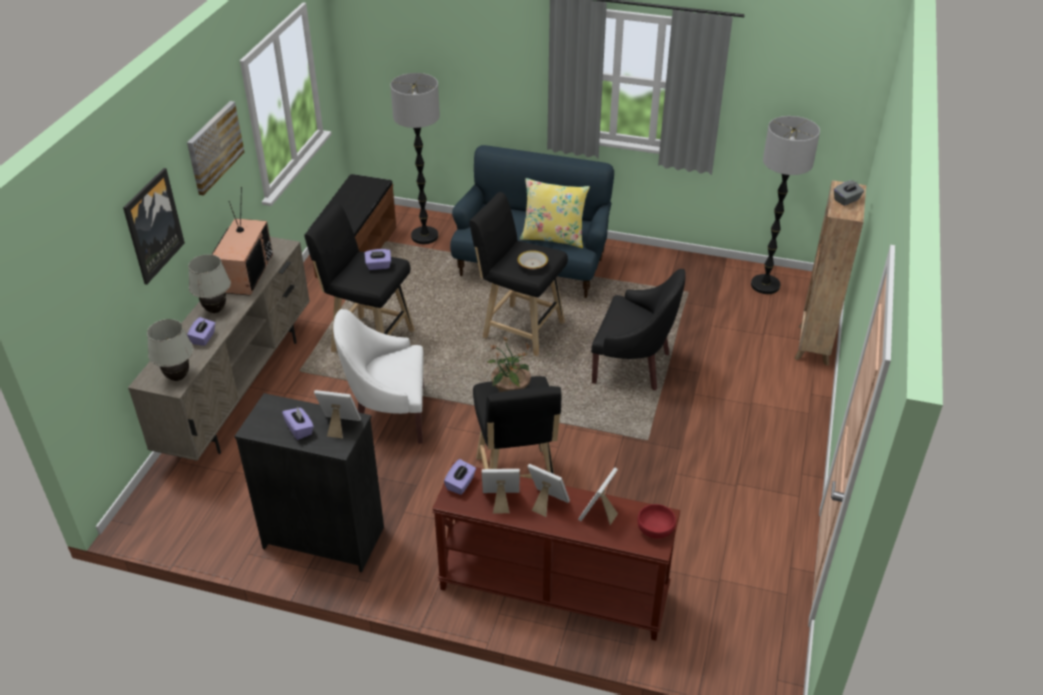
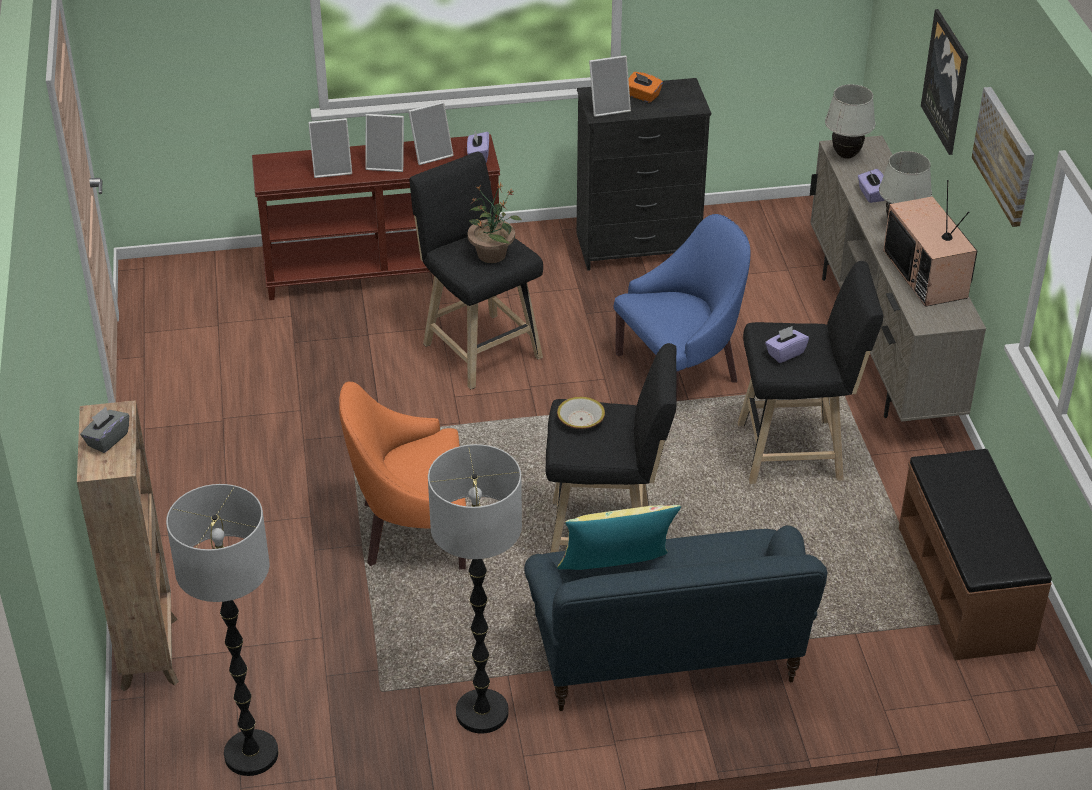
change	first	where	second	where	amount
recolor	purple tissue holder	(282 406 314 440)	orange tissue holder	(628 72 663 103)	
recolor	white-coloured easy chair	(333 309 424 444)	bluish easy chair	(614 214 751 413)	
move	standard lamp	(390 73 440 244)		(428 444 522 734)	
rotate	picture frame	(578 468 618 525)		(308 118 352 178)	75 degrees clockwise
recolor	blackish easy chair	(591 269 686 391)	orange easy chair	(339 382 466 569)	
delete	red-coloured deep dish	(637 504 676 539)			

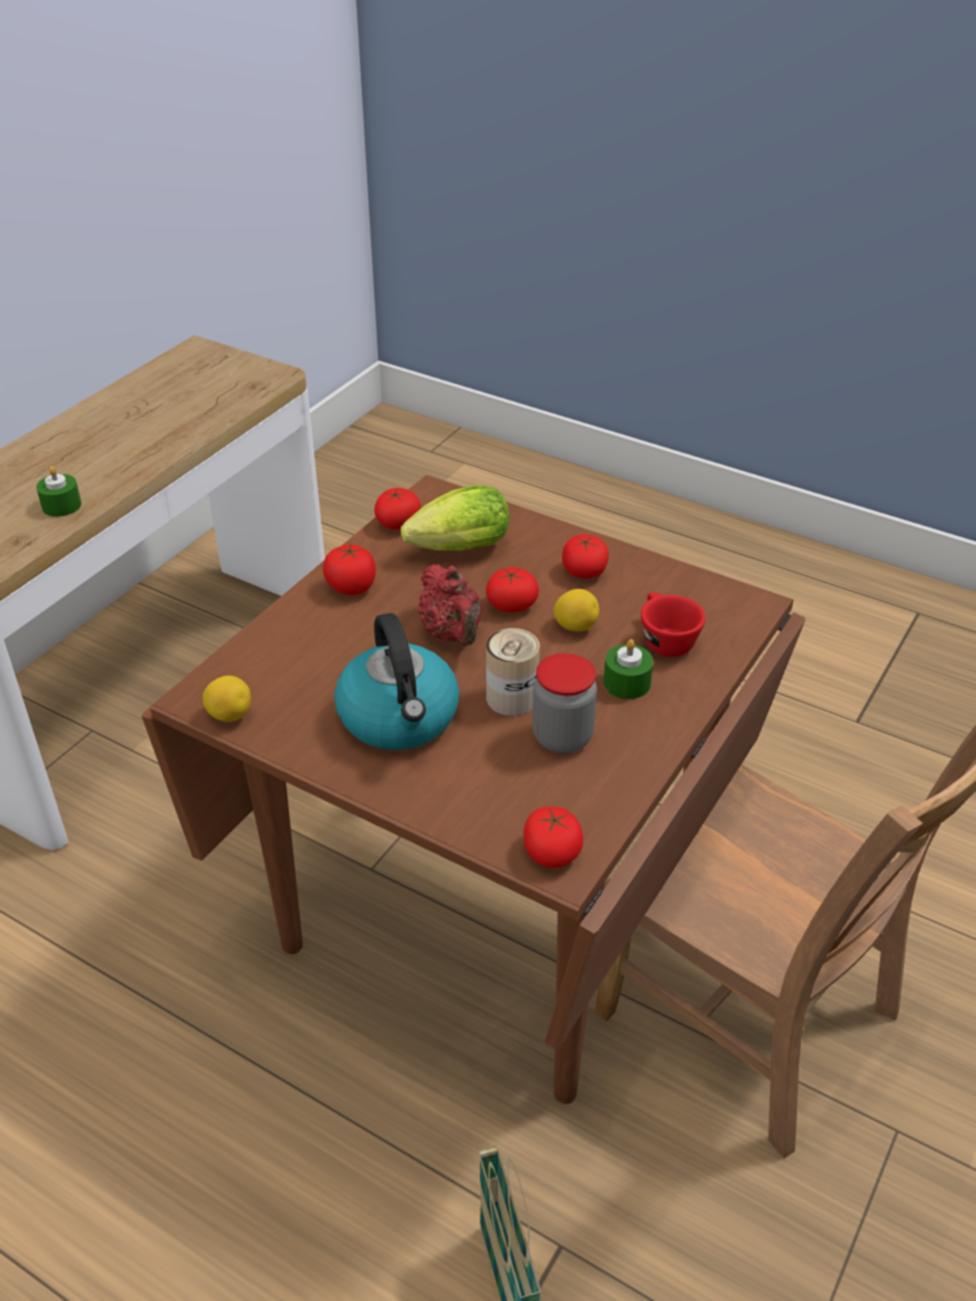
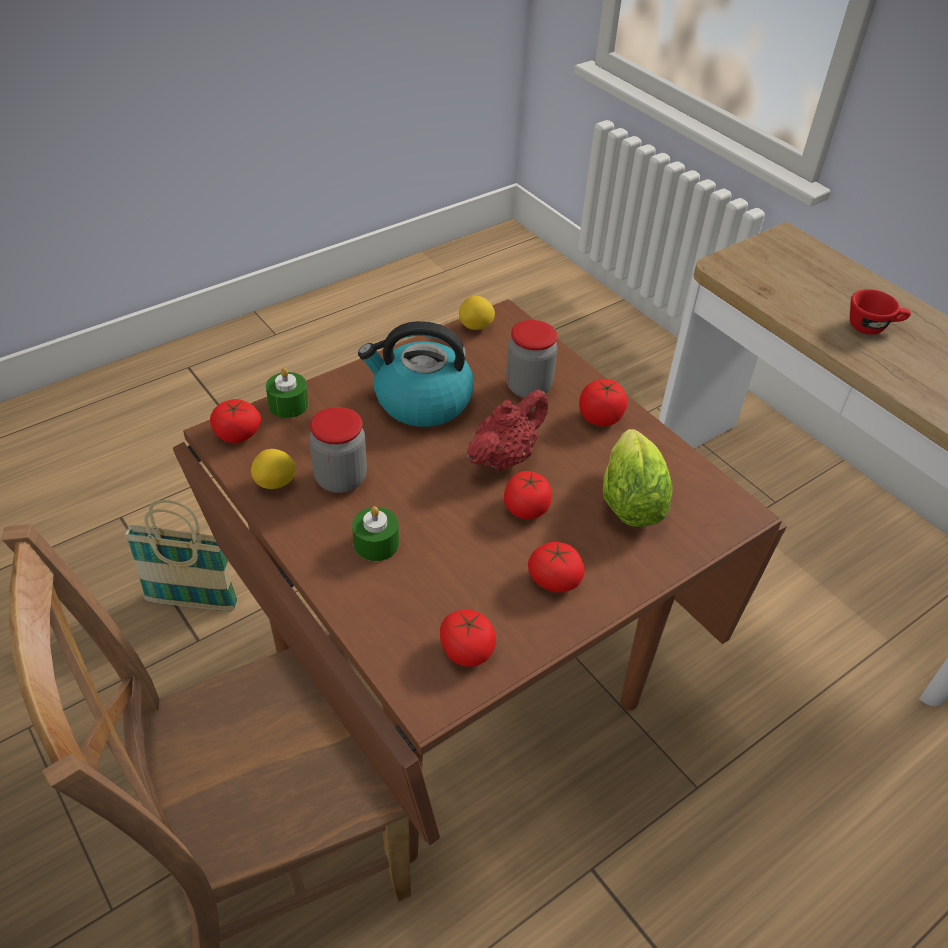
change	first	where	second	where	amount
move	green wax light	(36 466 82 517)		(266 367 309 418)	
move	tomato	(374 488 421 530)		(440 610 496 667)	
rotate	red-coloured pot for tea	(418 564 483 646)		(467 389 548 471)	135 degrees clockwise
delete	sealed can	(486 628 540 716)			
move	whole lemon	(553 589 599 632)		(251 449 296 489)	
move	red-coloured cup	(641 592 705 657)		(850 289 911 335)	
insert			preserve jar	(506 320 558 398)	

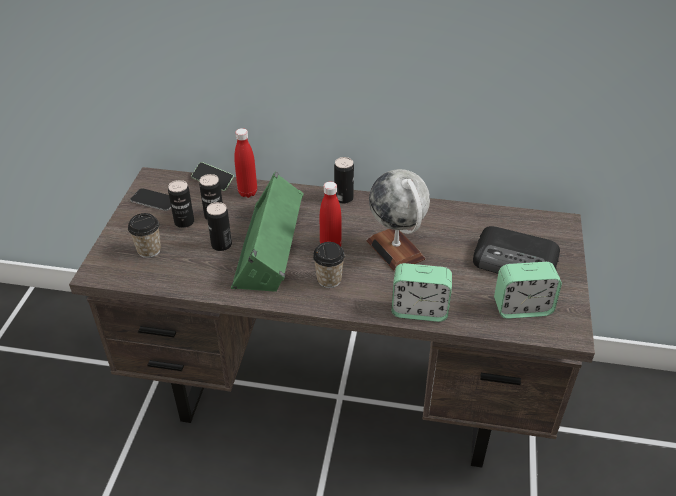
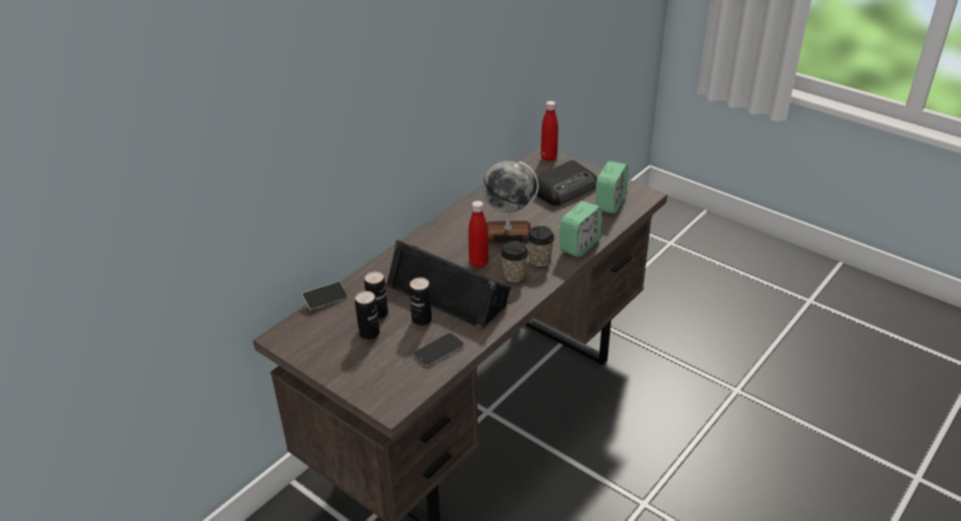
change	first	where	second	where	amount
move	cup	(128 213 161 258)		(527 226 555 266)	
move	telephone	(130 188 171 211)		(414 333 464 366)	
recolor	green audio speaker	(231 171 304 292)	blackish audio speaker	(386 240 511 330)	
move	red-coloured bottle	(234 128 257 198)		(541 101 558 161)	
delete	sealed can	(334 157 354 204)			

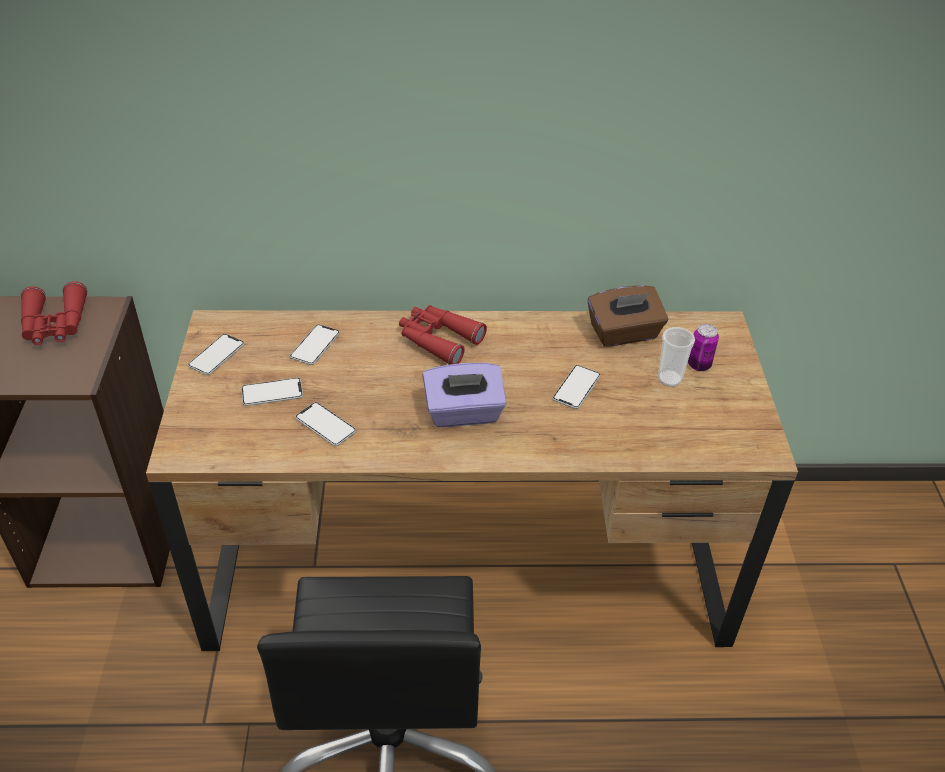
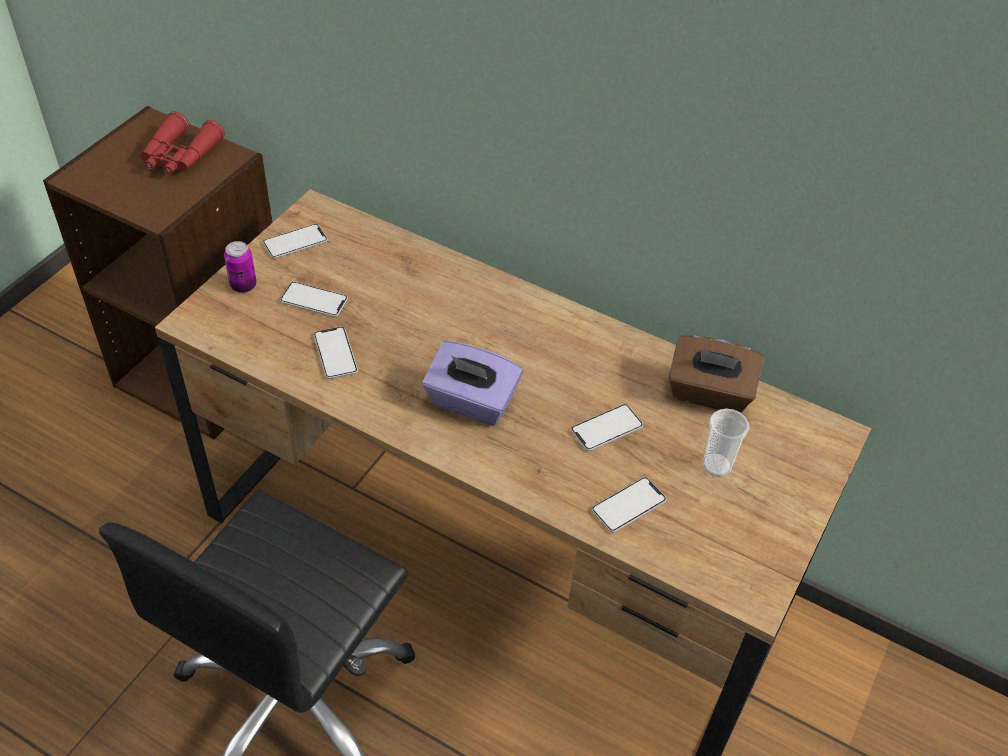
change	first	where	second	where	amount
move	telephone	(290 324 340 365)		(591 477 666 533)	
delete	red-coloured binoculars	(399 305 487 365)			
move	sealed can	(688 324 719 371)		(224 241 257 293)	

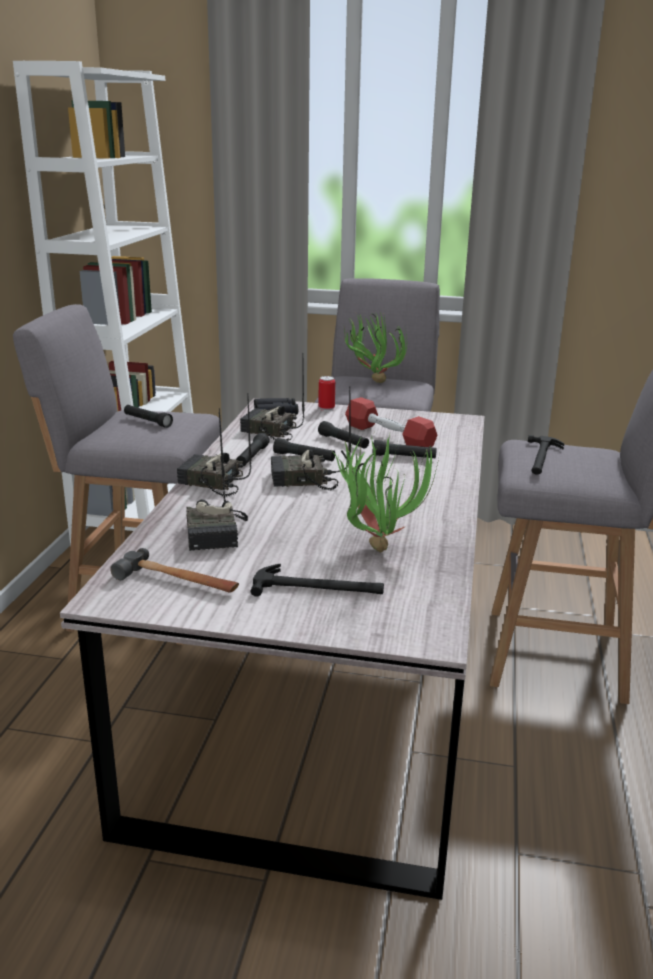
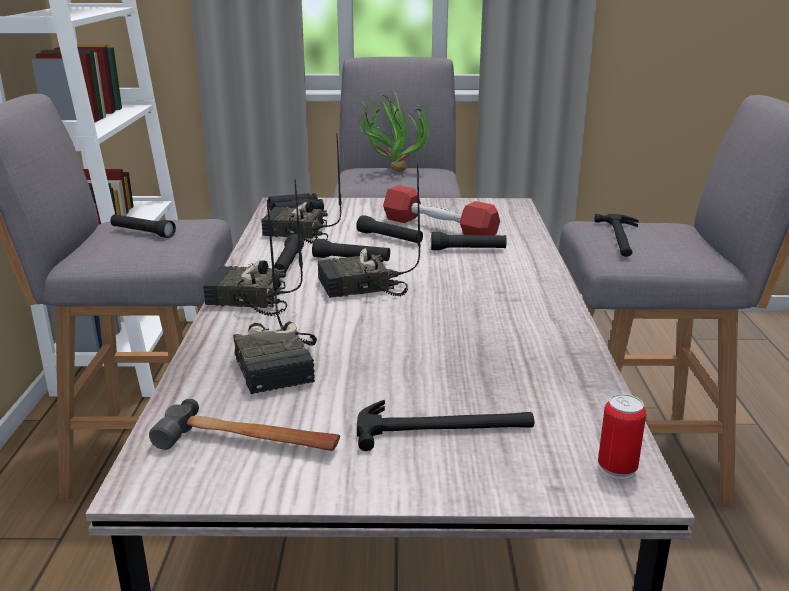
change	first	where	second	where	amount
move	sealed can	(318 376 335 412)		(598 394 646 480)	
delete	potted plant	(332 432 440 552)			

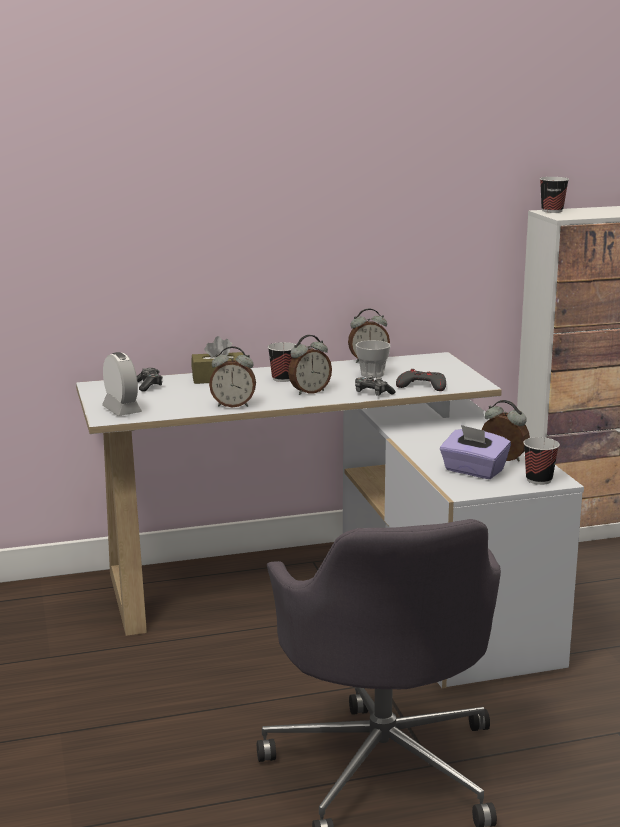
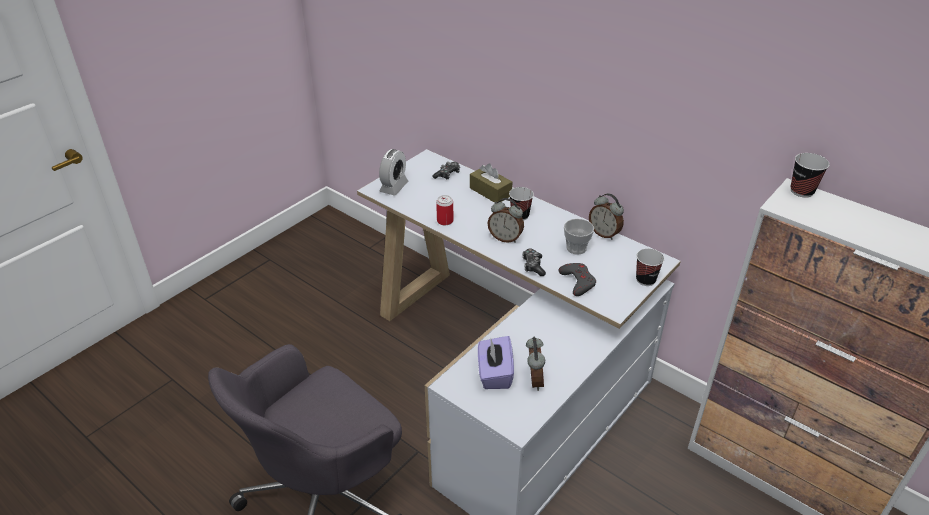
change	first	where	second	where	amount
replace	bedside clock	(209 346 256 407)	sealed can	(436 195 453 225)	
move	cup	(523 437 560 485)		(636 248 665 286)	

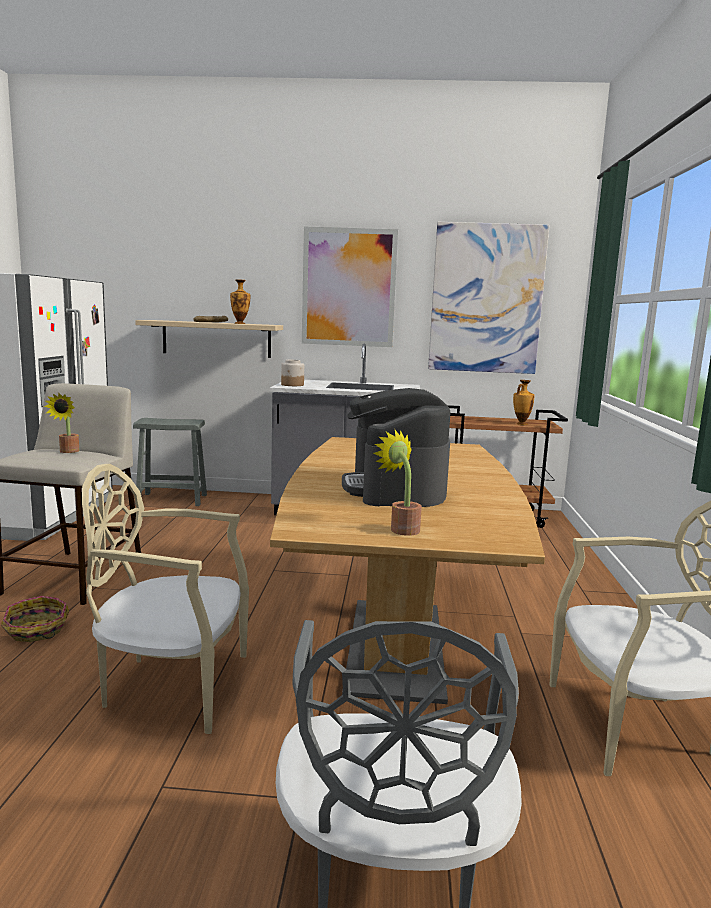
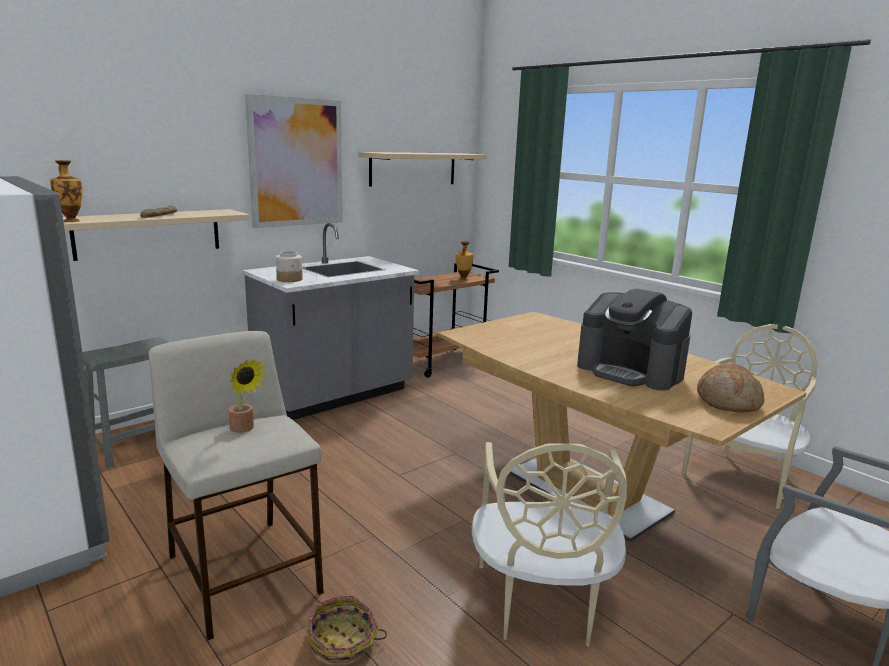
change	first	where	second	where	amount
rotate	sand-coloured plain chair	(82 464 249 734)		(472 442 627 647)	45 degrees counterclockwise
move	decorative vase	(230 279 250 324)		(50 160 83 222)	
replace	potted plant	(373 430 422 536)	bakery bread	(697 364 764 412)	
replace	wall art	(428 222 550 374)	sand-coloured bracket shelf	(359 152 487 186)	

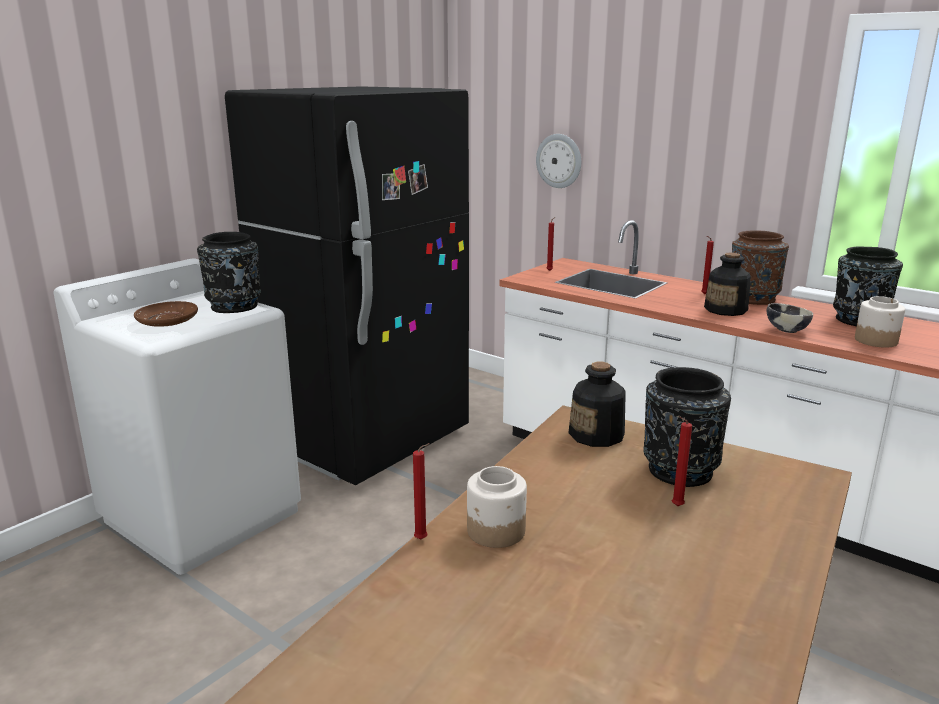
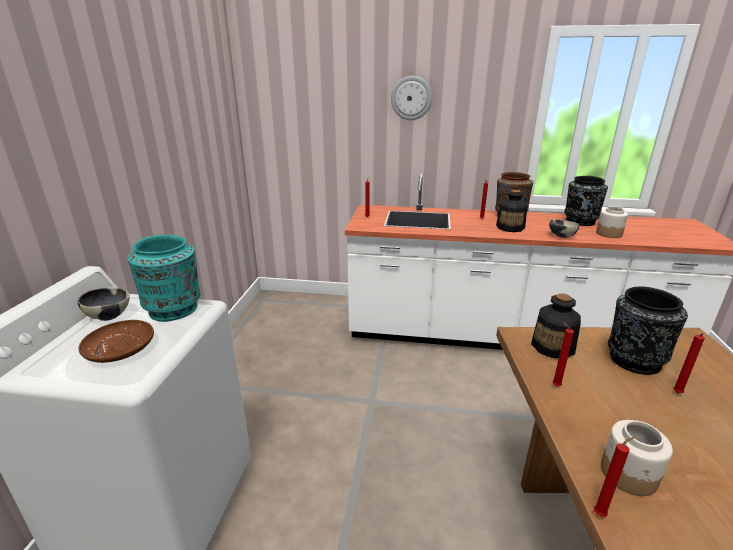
change	first	where	second	where	amount
recolor	blackish decorative vase	(197 232 261 313)	turquoise decorative vase	(128 235 201 322)	
delete	blackish fridge	(225 86 469 486)			
move	clock on the wall	(536 134 581 188)		(391 76 432 120)	
insert			deep dish	(78 287 130 321)	
insert			red-coloured wax light	(552 322 574 386)	

